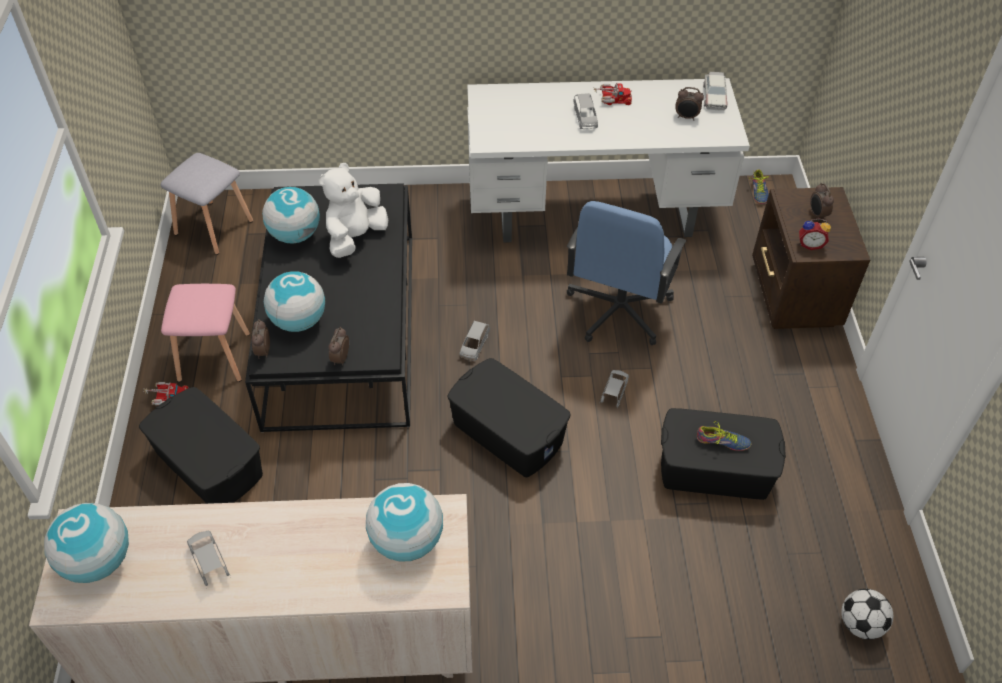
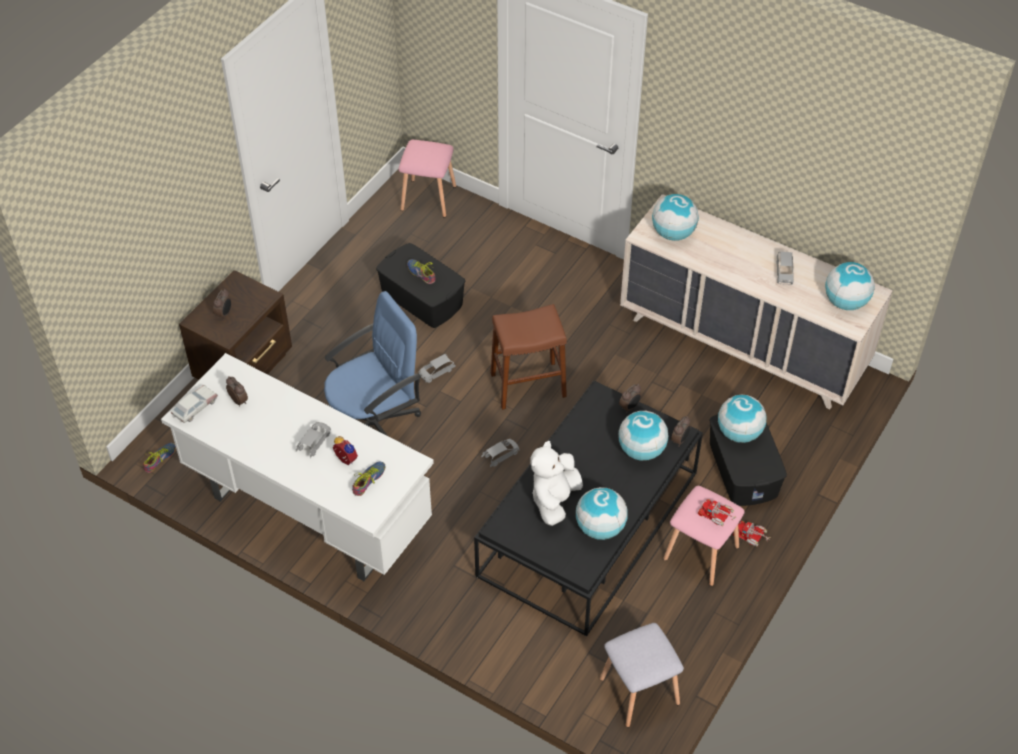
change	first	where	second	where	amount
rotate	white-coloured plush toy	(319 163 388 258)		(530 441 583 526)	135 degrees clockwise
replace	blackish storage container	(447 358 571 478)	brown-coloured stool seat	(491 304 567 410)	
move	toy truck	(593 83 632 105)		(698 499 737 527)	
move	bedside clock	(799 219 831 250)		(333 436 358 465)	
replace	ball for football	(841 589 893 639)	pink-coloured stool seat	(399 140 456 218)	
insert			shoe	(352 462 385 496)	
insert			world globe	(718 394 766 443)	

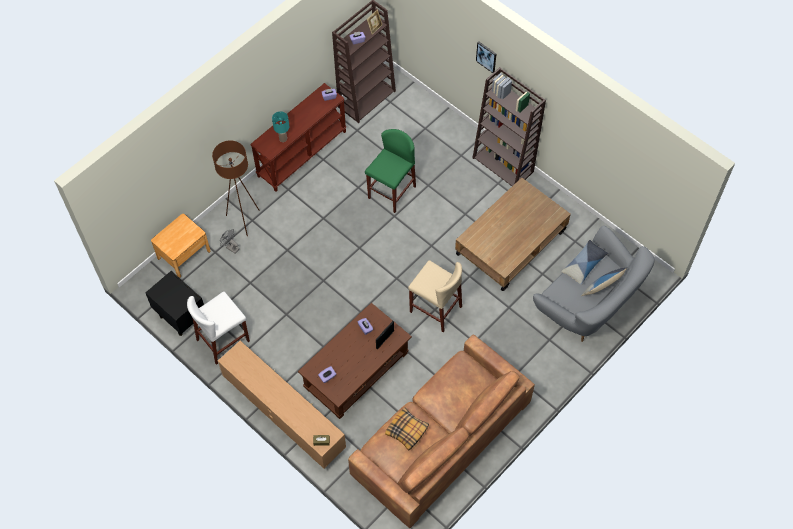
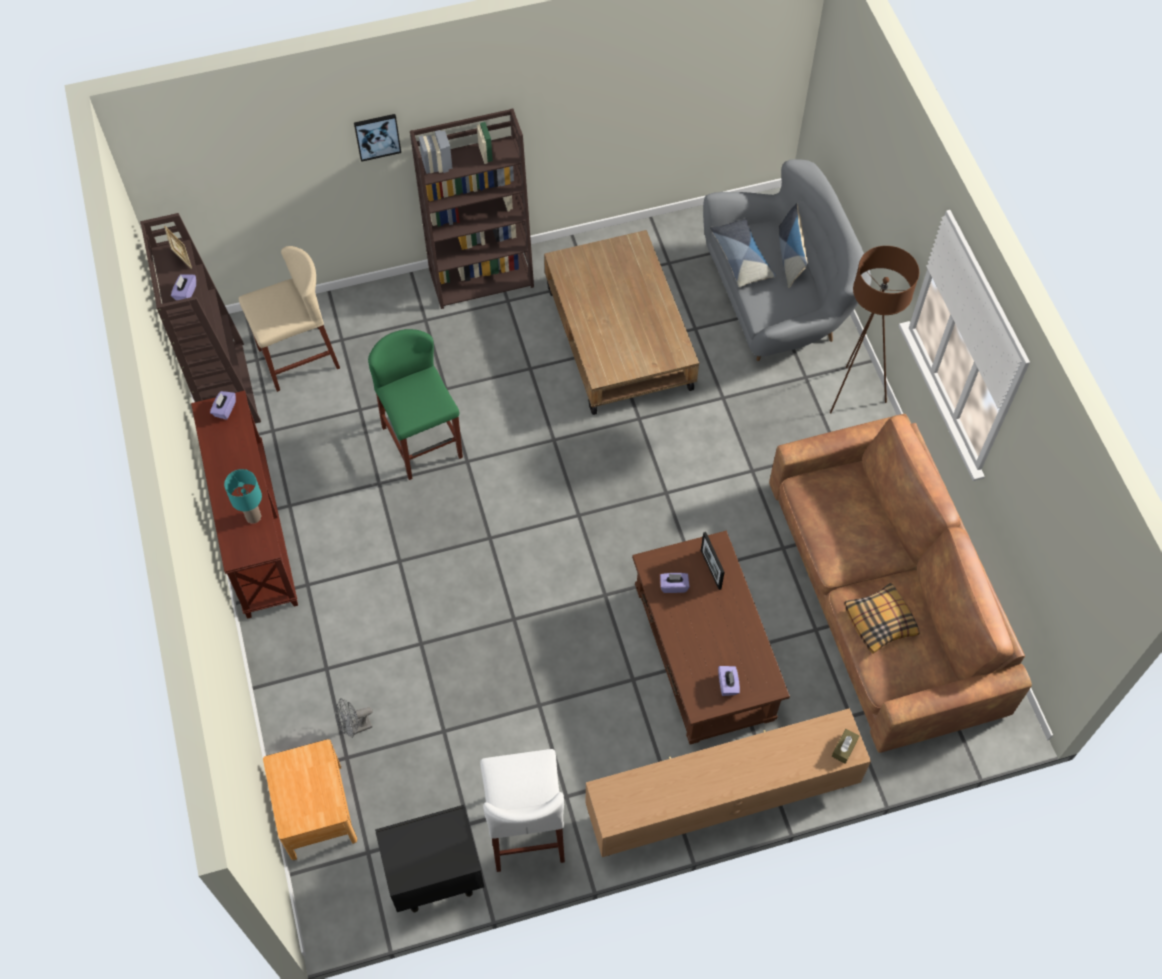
change	first	where	second	where	amount
move	brown-coloured standard lamp	(212 141 260 236)		(830 246 919 413)	
move	sand-coloured stool seat	(408 260 462 332)		(239 246 340 392)	

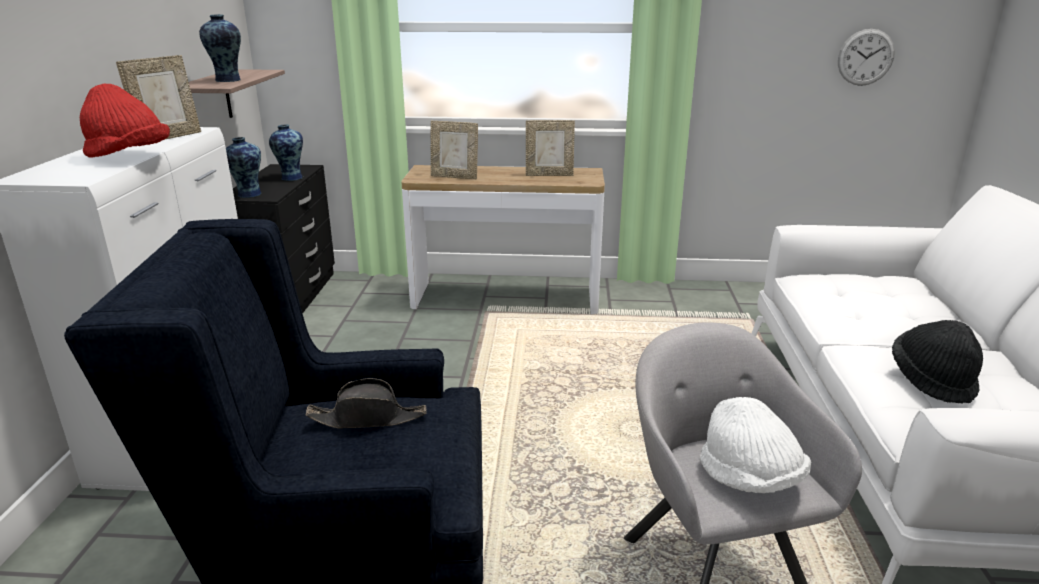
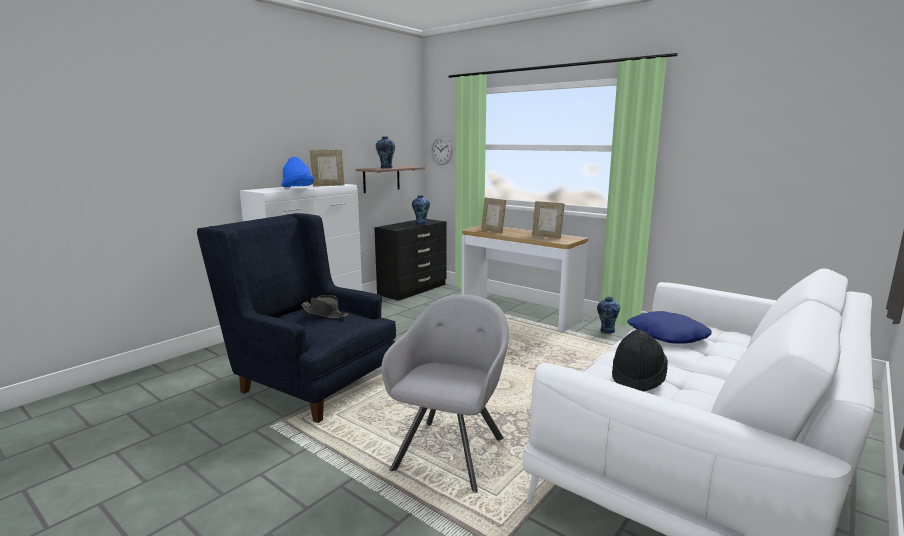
change	first	where	second	where	amount
recolor	red-coloured wearable hat	(80 83 170 158)	bluish wearable hat	(281 157 315 187)	
move	decorative vase	(226 137 261 198)		(597 297 620 334)	
delete	white-coloured wearable hat	(700 397 811 493)			
move	clock on the wall	(838 29 895 86)		(431 136 453 165)	
insert			bluish throw pillow	(627 311 712 343)	

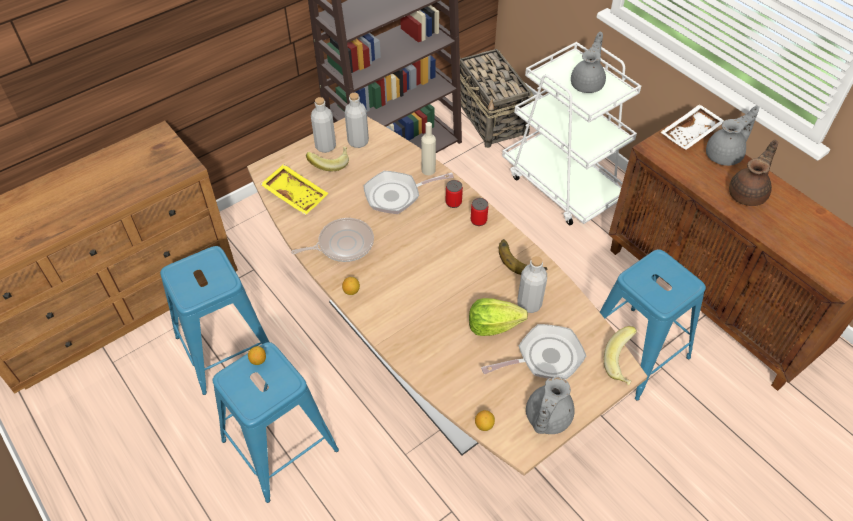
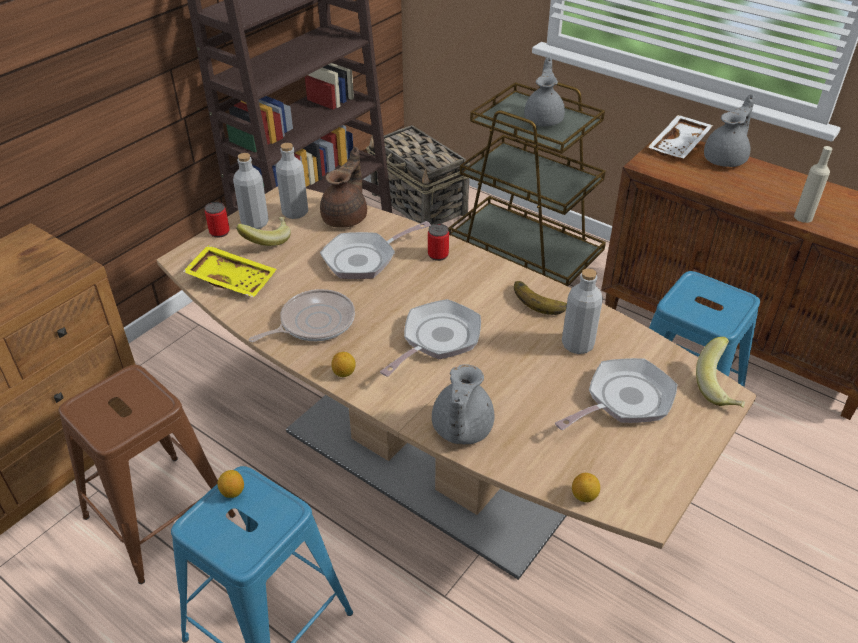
change	first	where	second	where	amount
recolor	bluish stool seat	(160 246 269 395)	brown-coloured stool seat	(58 365 235 584)	
move	sand-coloured bottle	(421 122 436 175)		(794 146 832 223)	
delete	head of lettuce	(469 298 528 336)			
move	sealed can	(471 198 488 226)		(205 202 230 238)	
recolor	white-coloured trolley	(502 42 641 225)	brown-coloured trolley	(448 82 606 286)	
move	gray pot for tea	(526 376 575 434)		(432 364 495 445)	
move	brown-coloured pot for tea	(729 140 778 206)		(320 147 367 228)	
insert			skillet	(380 299 481 377)	

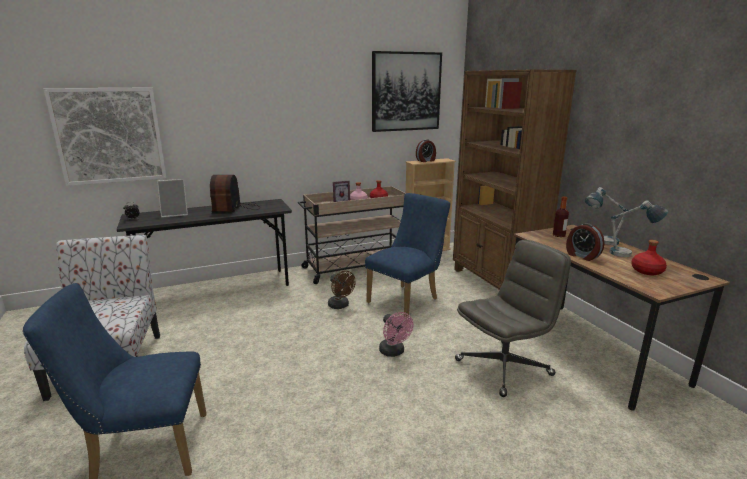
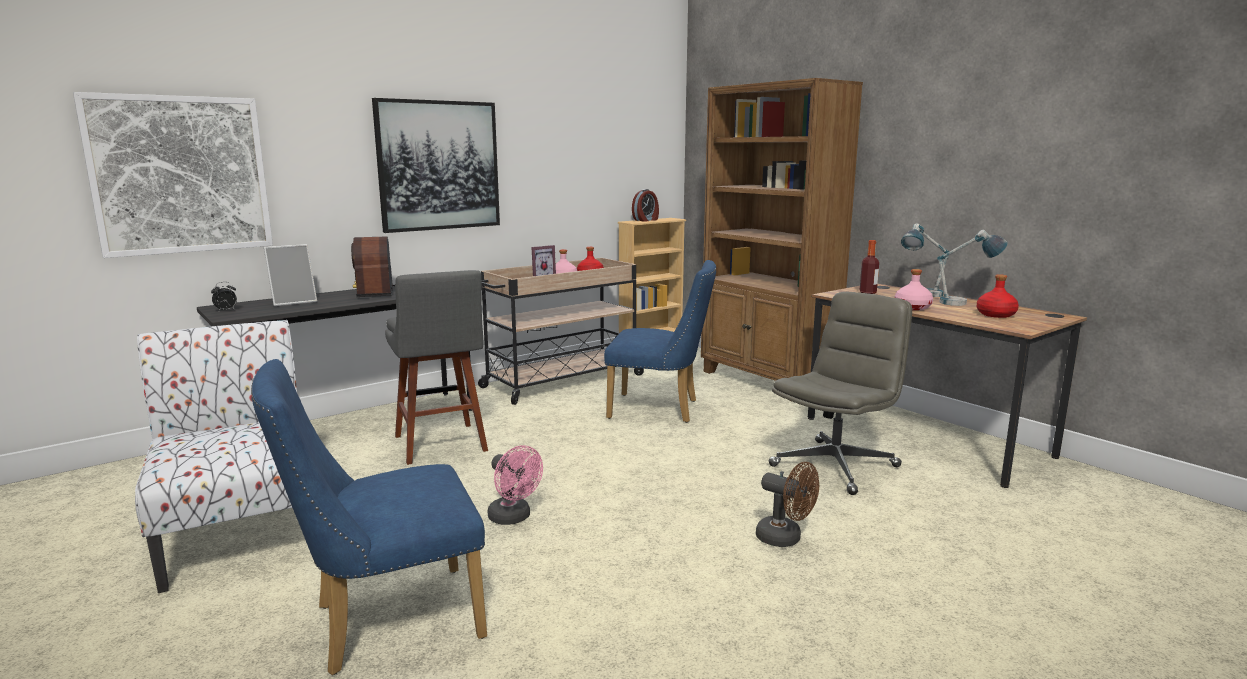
change	first	where	second	where	amount
move	brown-coloured cooling fan	(328 271 356 309)		(756 462 819 547)	
rotate	bluish plain chair	(365 193 450 318)		(604 260 716 423)	75 degrees clockwise
move	wall art	(372 51 442 132)		(372 98 500 233)	
move	pink-coloured cooling fan	(379 312 413 357)		(488 445 543 525)	
replace	bedside clock	(566 223 604 261)	pink-coloured bottle	(895 269 933 310)	
insert			gray stool seat	(385 270 488 465)	

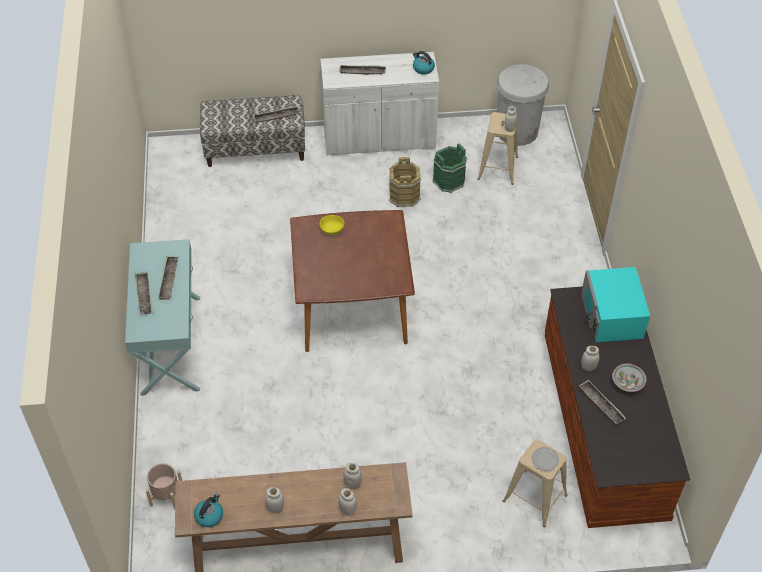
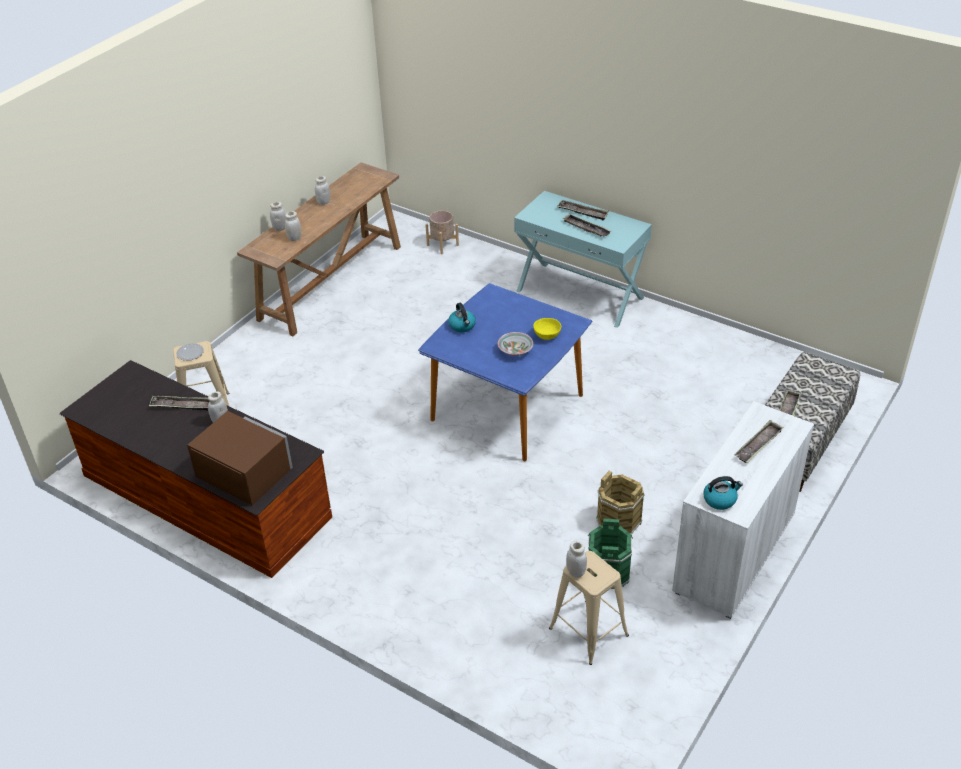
change	first	where	second	where	amount
move	tea kettle	(194 493 223 527)		(448 303 476 332)	
recolor	brown-coloured dining table	(290 210 415 352)	bluish dining table	(418 283 592 461)	
delete	white-coloured trash can	(496 64 549 146)			
recolor	turquoise kitchen microwave	(581 267 650 342)	brown-coloured kitchen microwave	(187 411 293 505)	
move	deep dish	(612 363 646 392)		(497 332 533 356)	

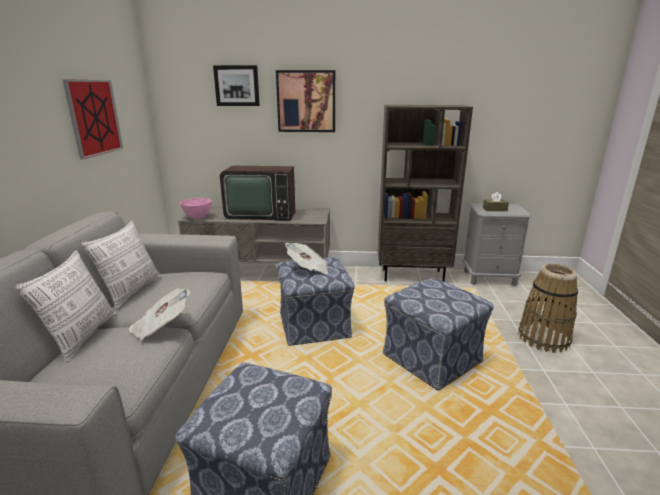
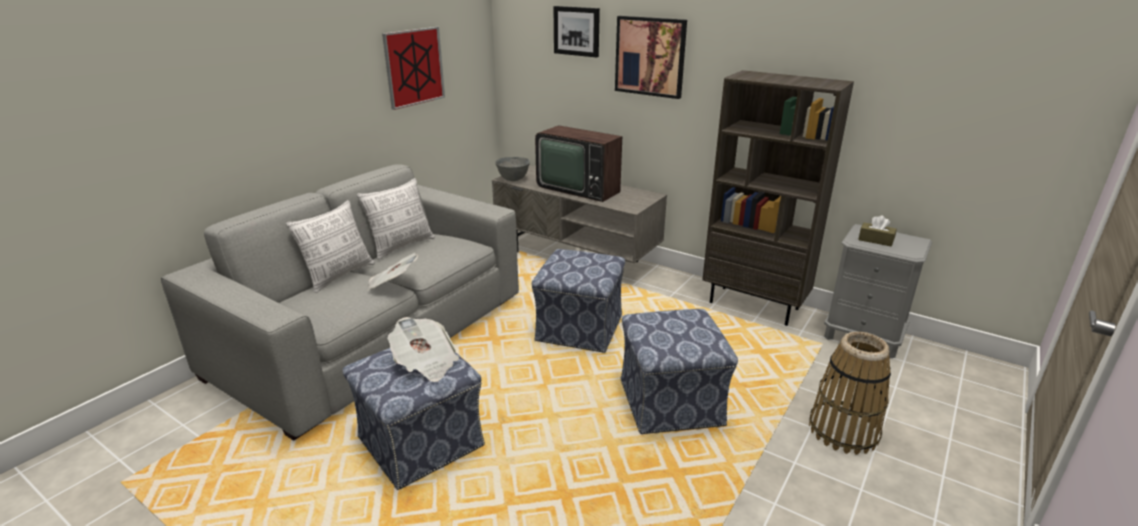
change	first	where	second	where	amount
recolor	pink-coloured deep dish	(180 198 212 219)	gray deep dish	(495 157 530 181)	
move	daily paper	(285 243 328 274)		(387 317 459 382)	

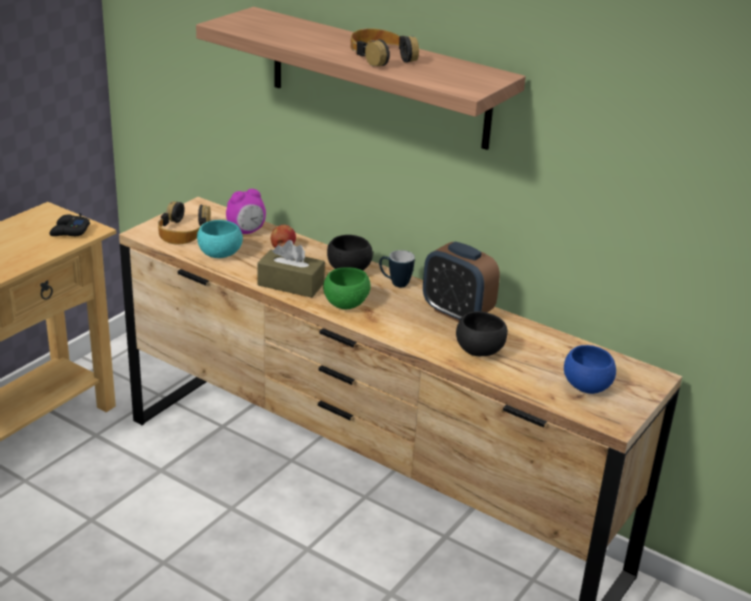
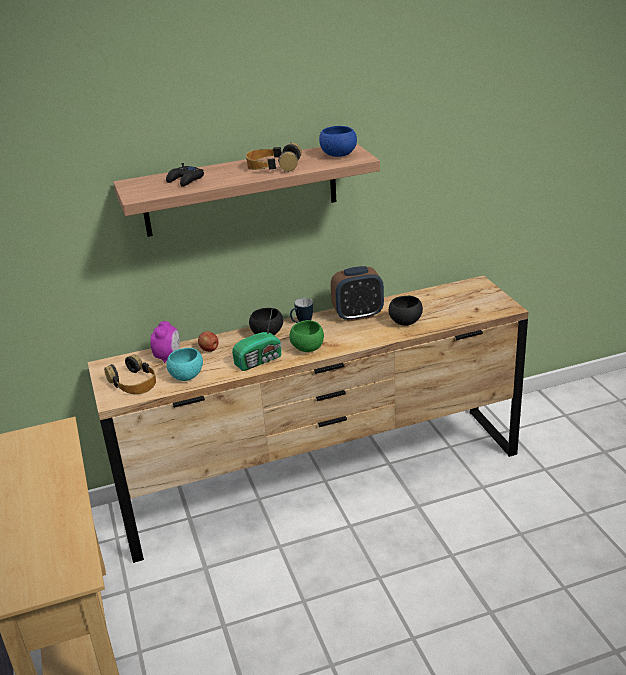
change	first	where	second	where	amount
move	blackish gamepad	(49 213 90 236)		(166 163 204 187)	
replace	brown-coloured tissue holder	(257 240 325 298)	radio	(232 311 282 371)	
move	bluish deep dish	(564 345 616 394)		(319 126 357 157)	

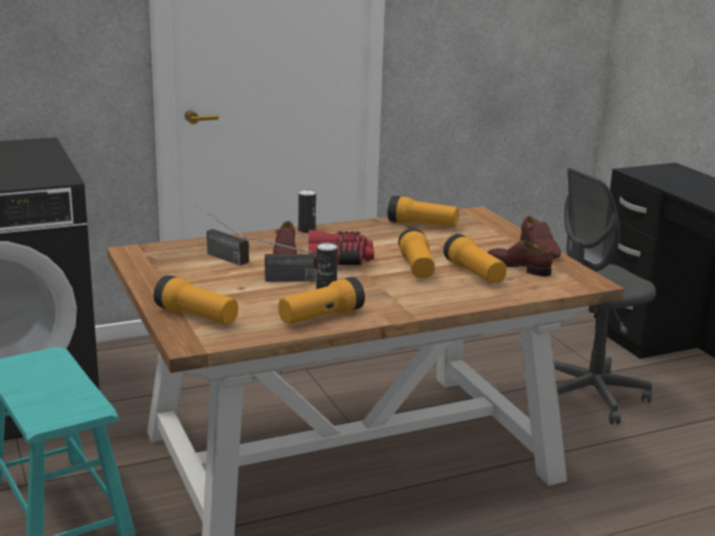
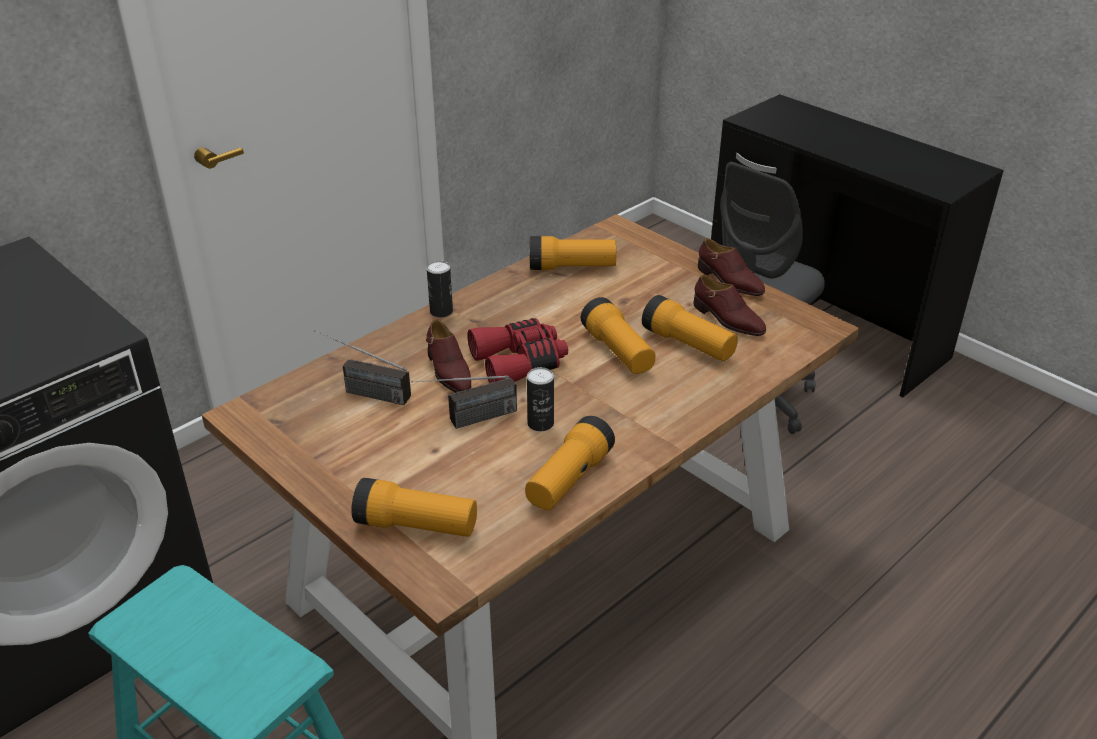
change	first	where	second	where	amount
rotate	brown-coloured shoe	(487 240 553 276)		(693 275 766 336)	150 degrees counterclockwise

